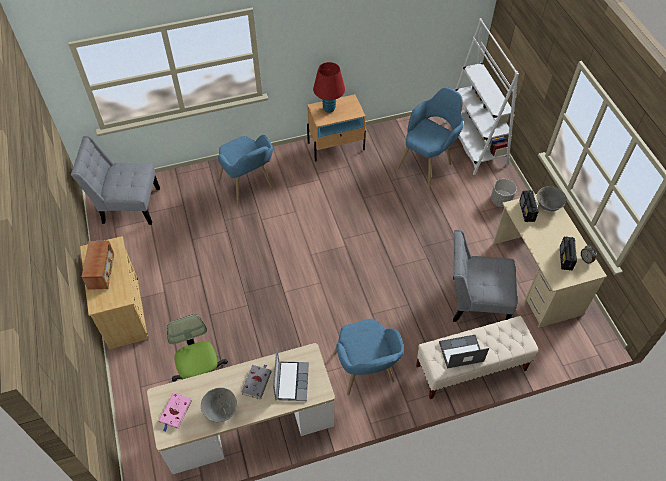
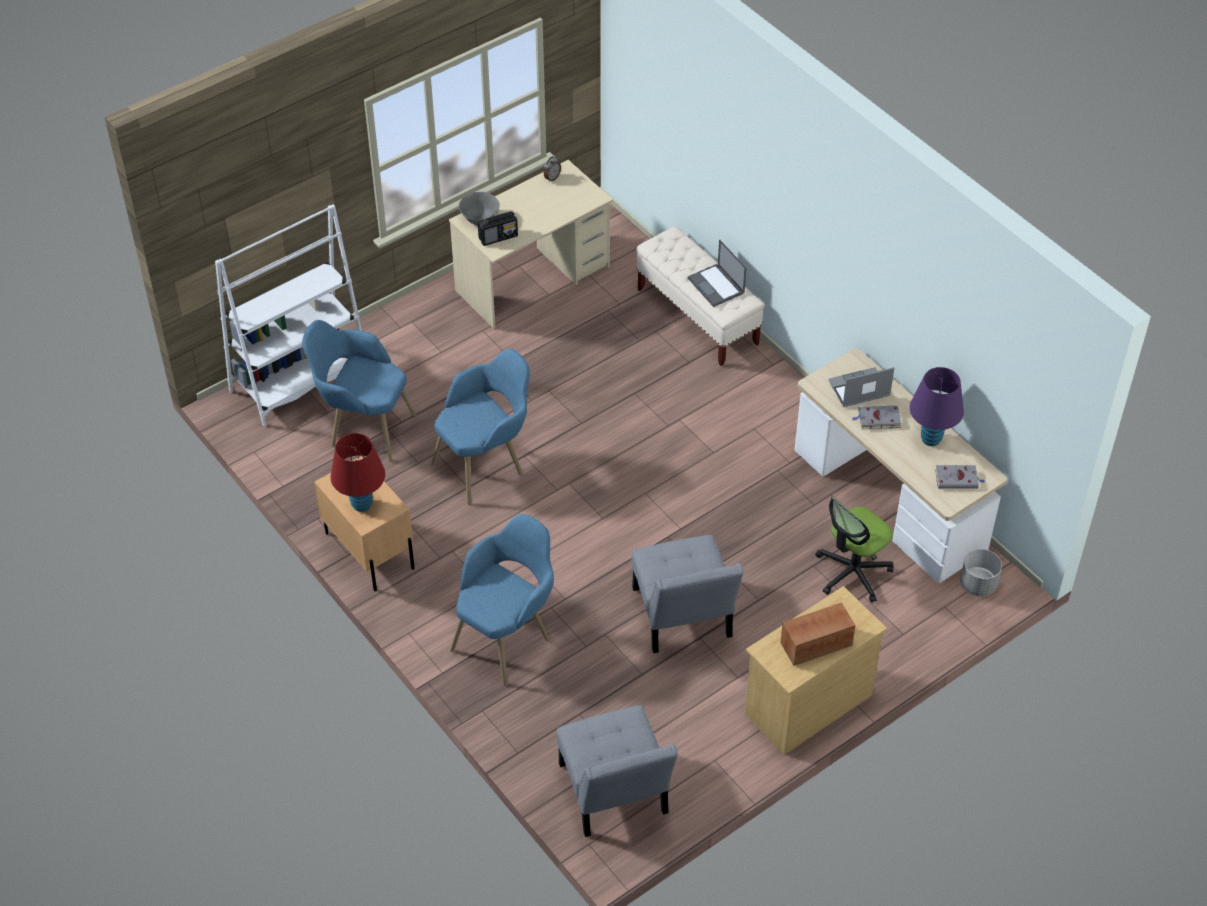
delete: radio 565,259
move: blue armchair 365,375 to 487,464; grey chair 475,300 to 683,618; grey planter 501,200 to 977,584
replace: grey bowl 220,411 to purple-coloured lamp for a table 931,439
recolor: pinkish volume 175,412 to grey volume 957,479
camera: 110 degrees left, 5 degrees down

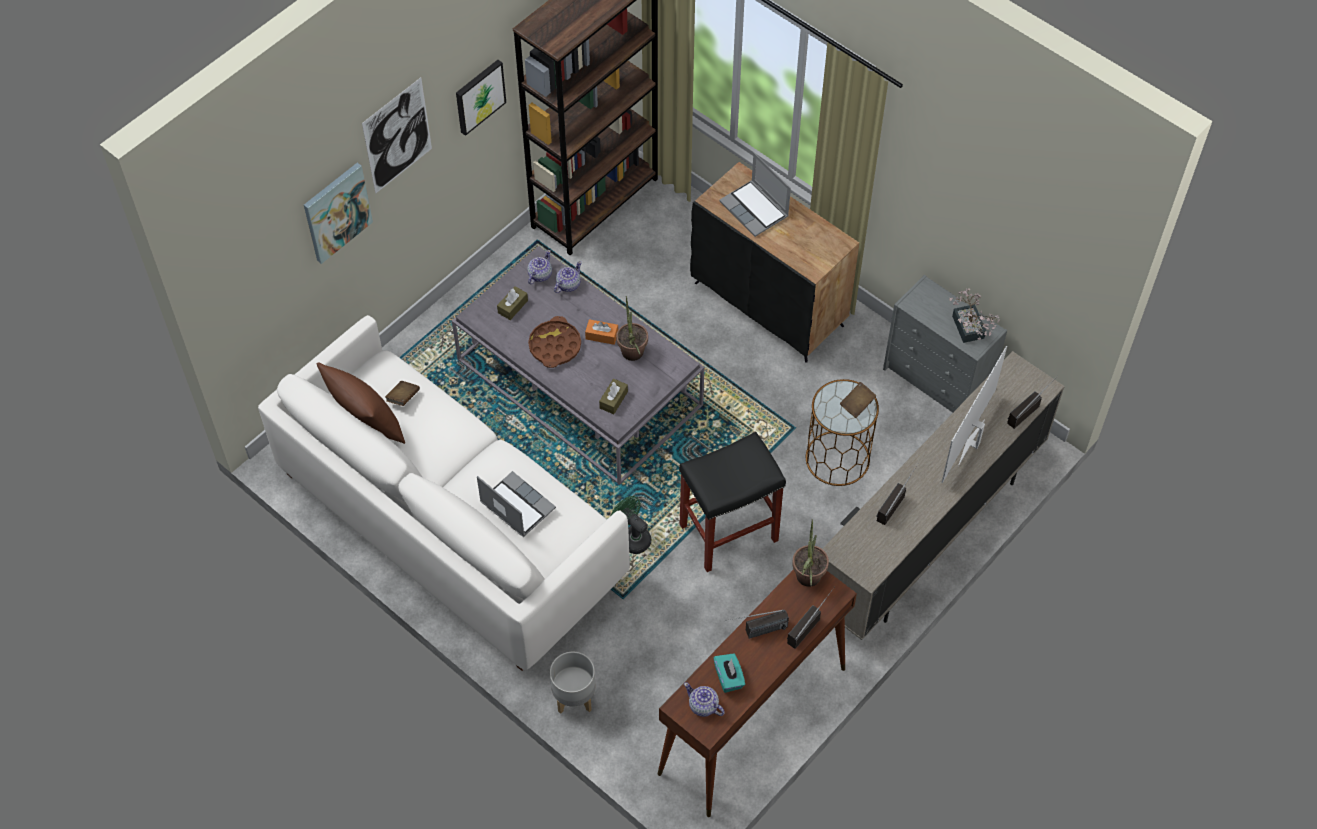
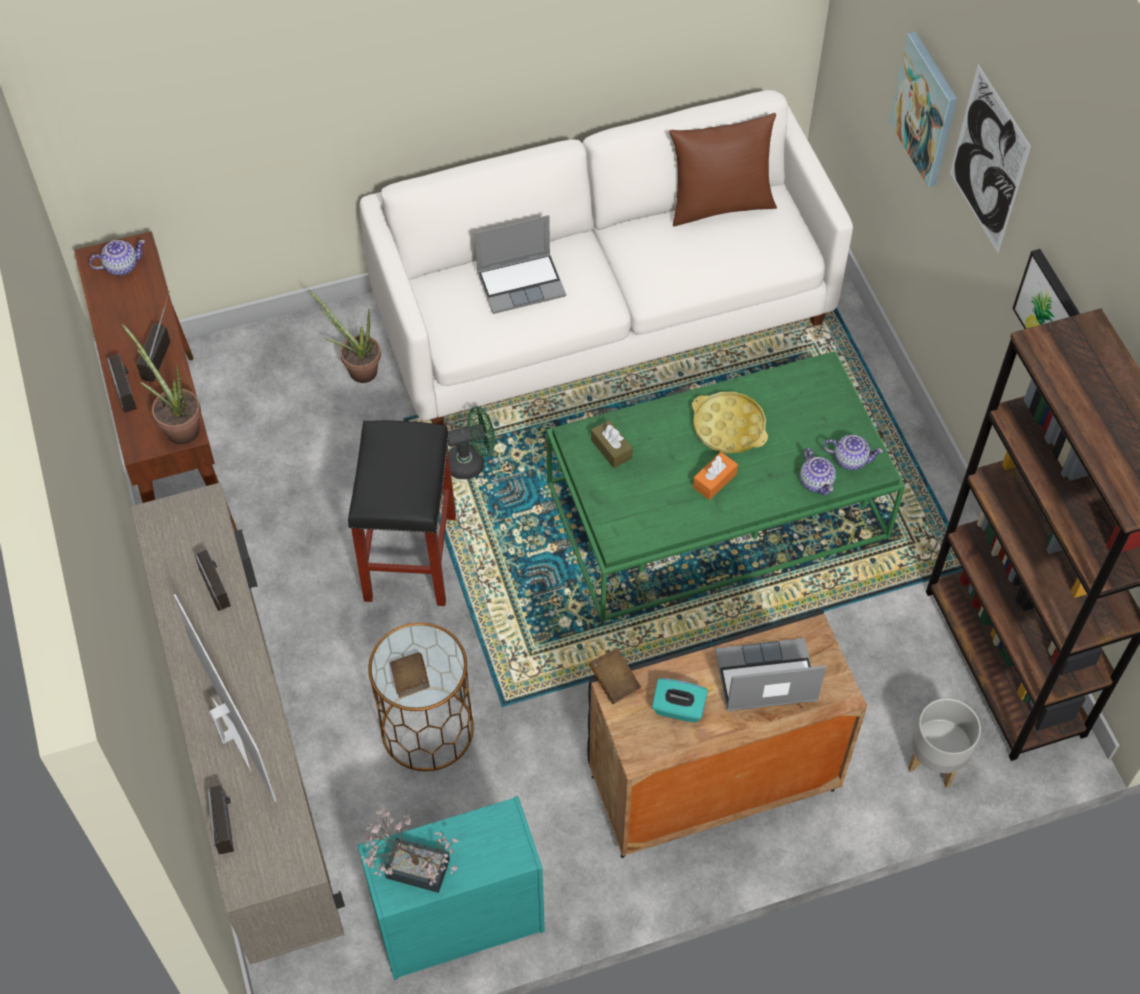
delete: brownish tissue box 513,307
move: brownish volume 403,398 to 614,682; grey planter 573,697 to 935,760; plant in a pot 632,356 to 357,369; turquoise-coloured tissue box 729,678 to 678,709
recolor: grey coffee table 578,382 to green coffee table 718,509; brownish serving tray 555,346 to yellow-coloured serving tray 728,427; grey chest of drawers 937,382 to turquoise-coloured chest of drawers 457,922
rotate: tea pot 539,275 = 850,459 45 degrees counterclockwise
camera: 120 degrees right, 0 degrees up

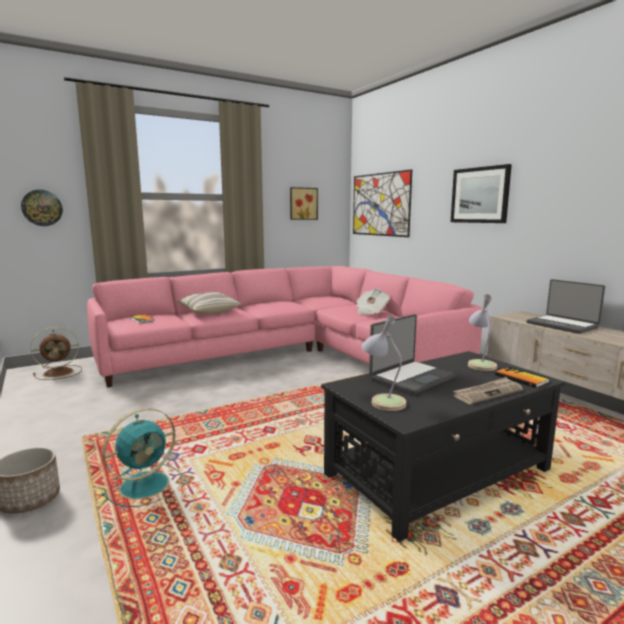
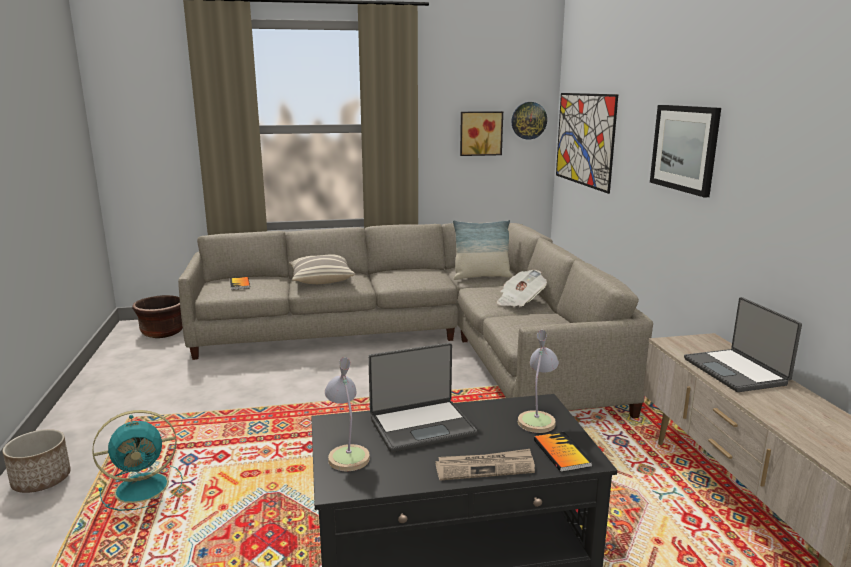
insert: pillow 481,277
move: clock on the wall 42,208 to 528,120
replace: brownish cooling fan 60,372 to brownish planter 162,332
recolor: pinkish sofa 290,354 to grey sofa 422,342
camera: 20 degrees right, 5 degrees up

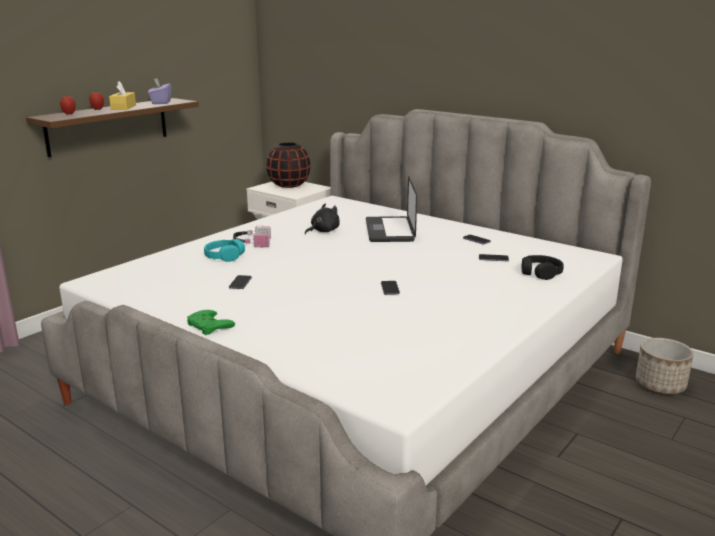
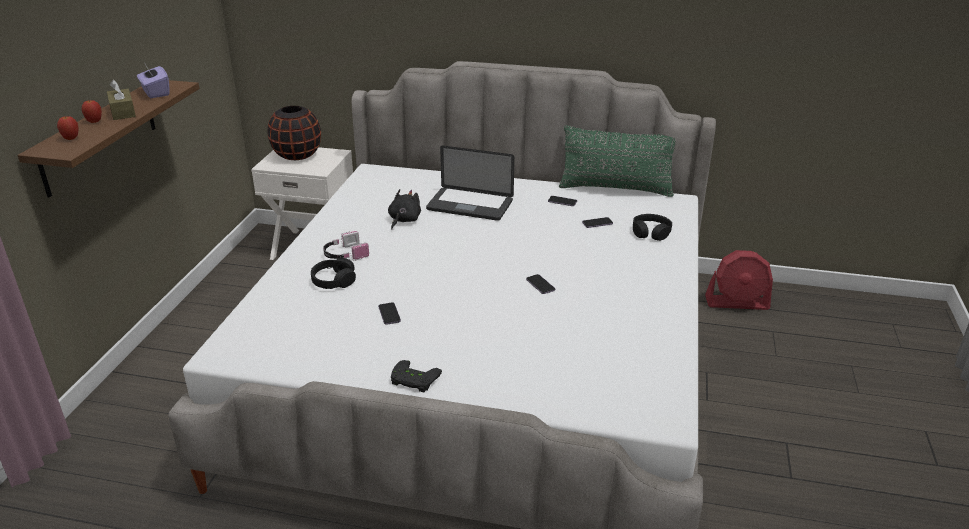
insert: green pillow 615,189
replace: planter 660,384 to reddish cooling fan 737,303
recolor: yellow-coloured tissue box 123,107 to brownish tissue box 123,112; green joypad 207,326 to blackish joypad 413,380; turquoise-coloured headphones 224,256 to blackish headphones 333,280
rotate: notebook computer 389,230 = 470,205 45 degrees counterclockwise
camera: 25 degrees left, 10 degrees up

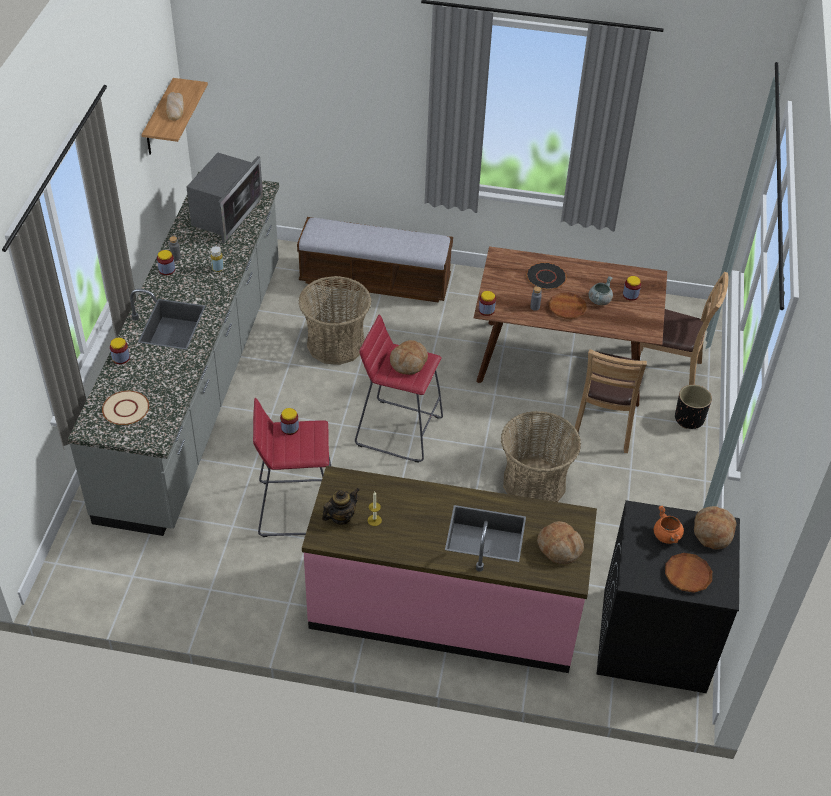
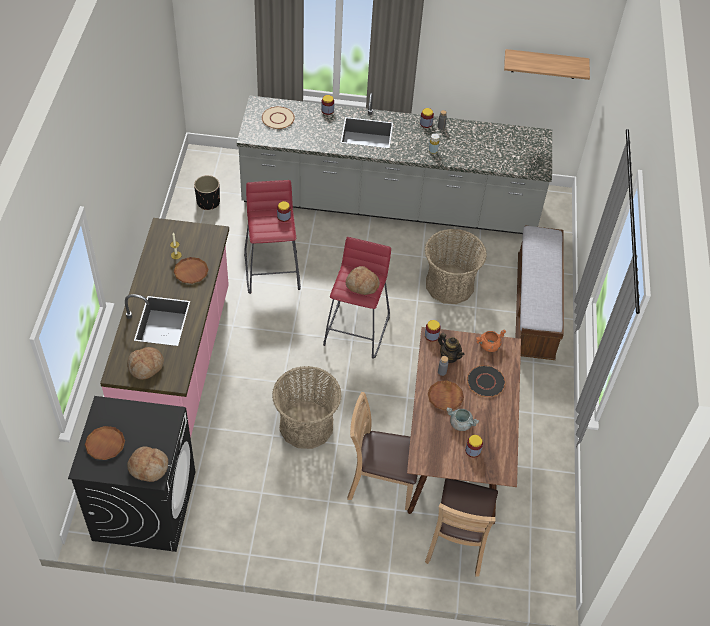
delete: bread 175,108; kitchen microwave 226,213
insert: brownish dinner plate 191,272
move: tea pot 341,517 to 449,356; orangey stockpot 667,536 to 489,346; blackish planter 689,419 to 208,202
camera: 85 degrees right, 5 degrees up

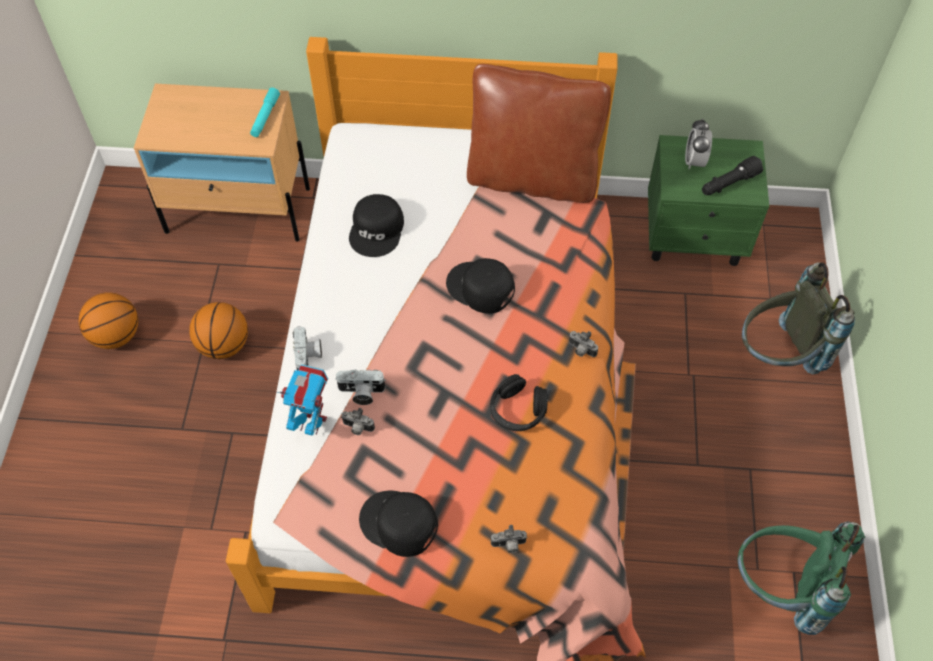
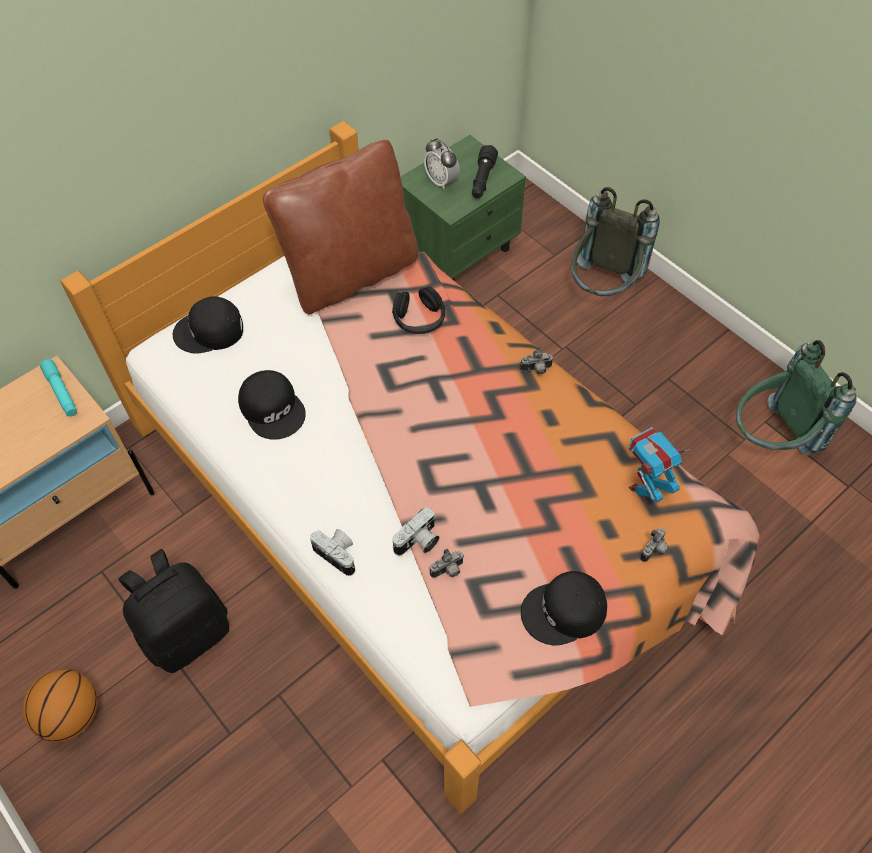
move: toy robot 312,423 to 645,490; blackish baseball cap 480,288 to 209,331; blackish headphones 517,410 to 419,319
replace: basketball 224,345 to blackish rucksack 187,632
camera: 45 degrees left, 0 degrees up

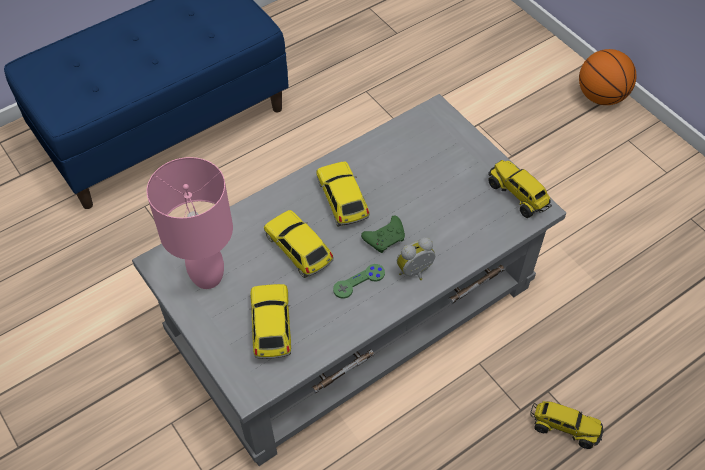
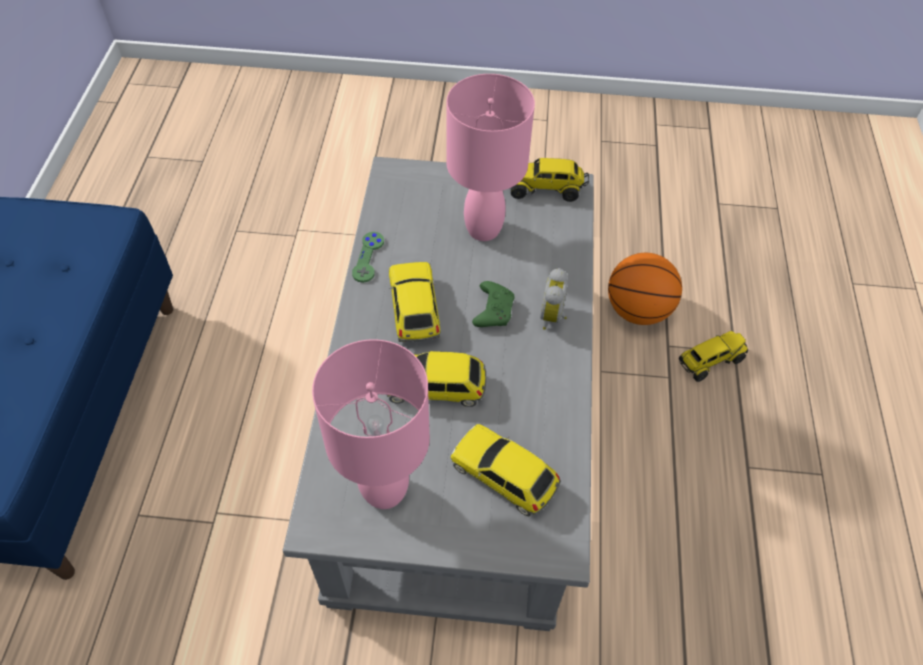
insert: pinkish lamp for a table 484,228
move: green joypad 359,282 to 368,258; basketball 601,96 to 637,310
rotate: miniature car 343,200 = 414,310 60 degrees clockwise
camera: 50 degrees left, 0 degrees up

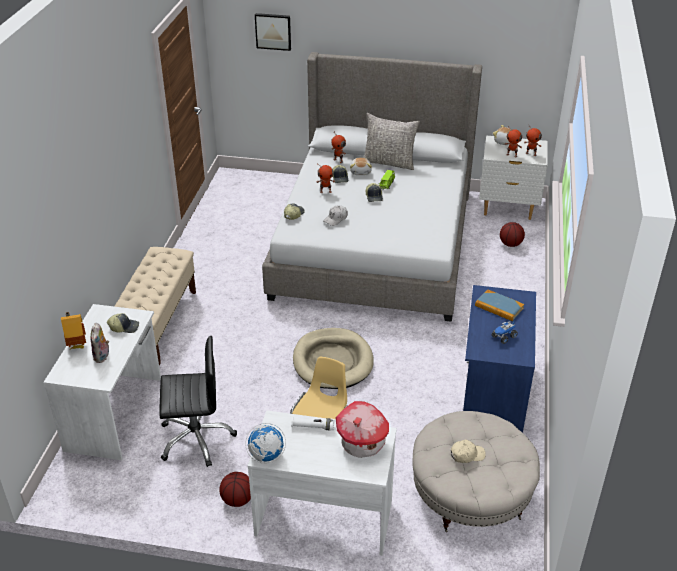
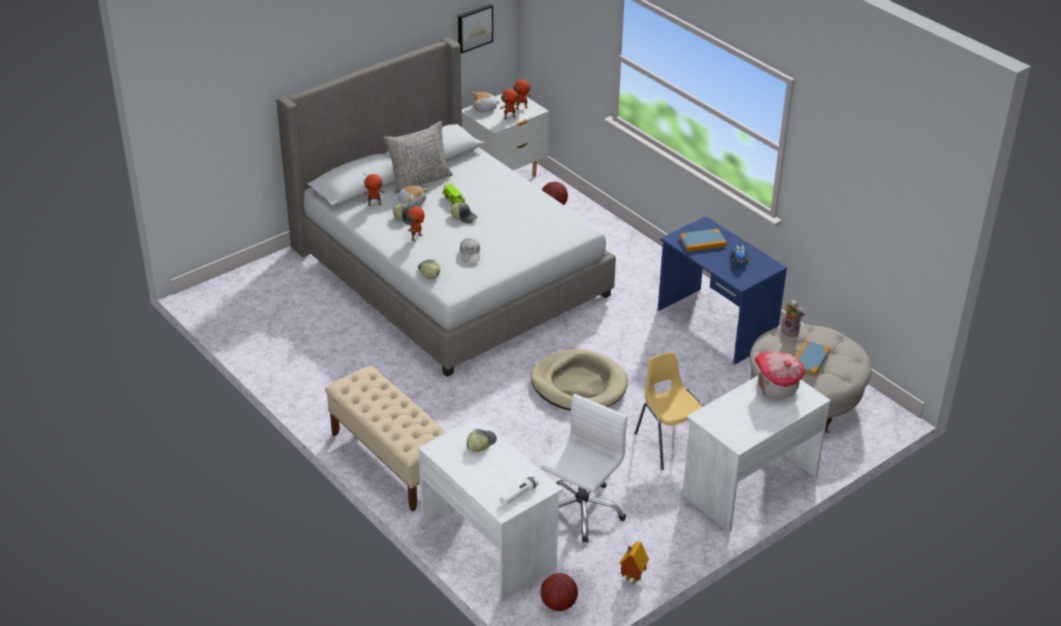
delete: world globe 266,456
move: toy house 77,346 to 631,578; soft toy 102,357 to 791,331; basketball 238,500 to 558,604; wall picture 273,31 to 474,27; whitish torch 313,427 to 518,495
replace: beige baseball cap 467,455 to volume 809,360
recolor: blackish office chair 196,438 to whitish office chair 581,510
camera: 50 degrees left, 0 degrees up

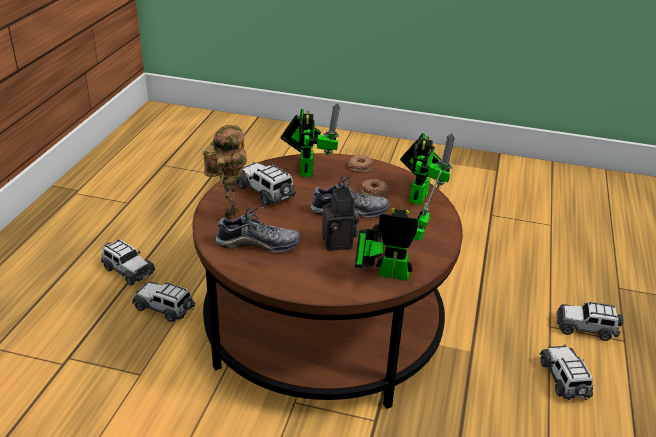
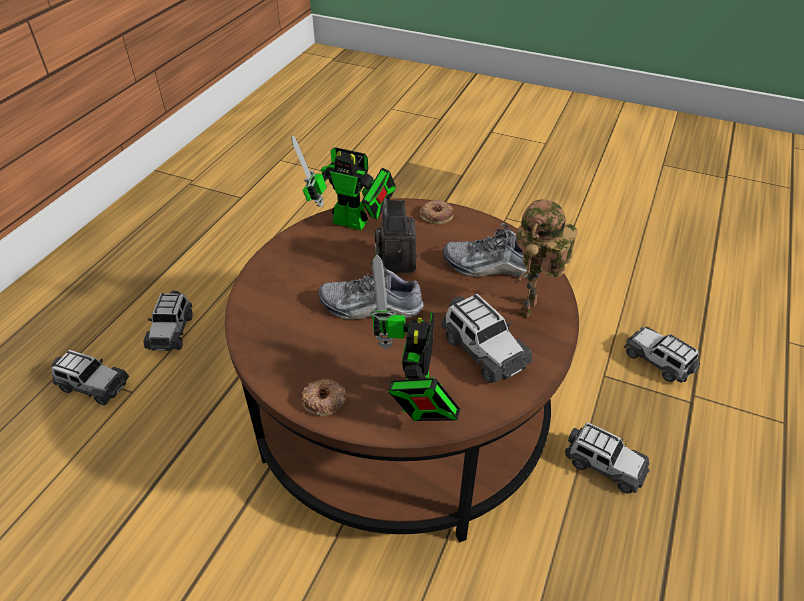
delete: toy robot 420,195
move: miniature car 127,270 to 658,361; doughnut 374,191 to 436,215
camera: 170 degrees left, 10 degrees up

